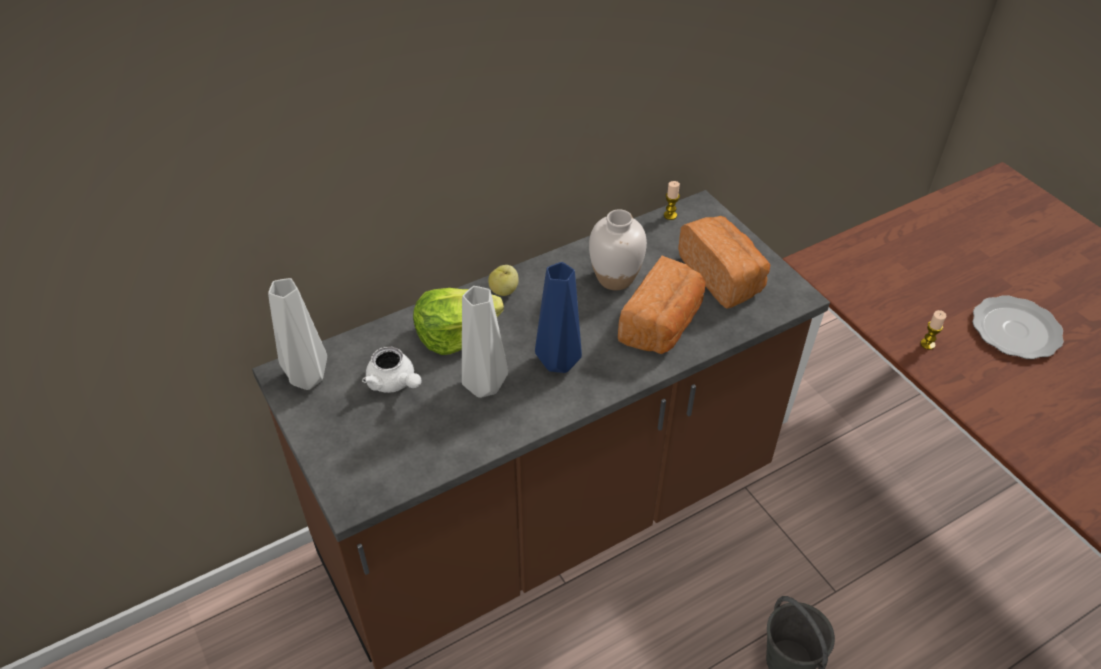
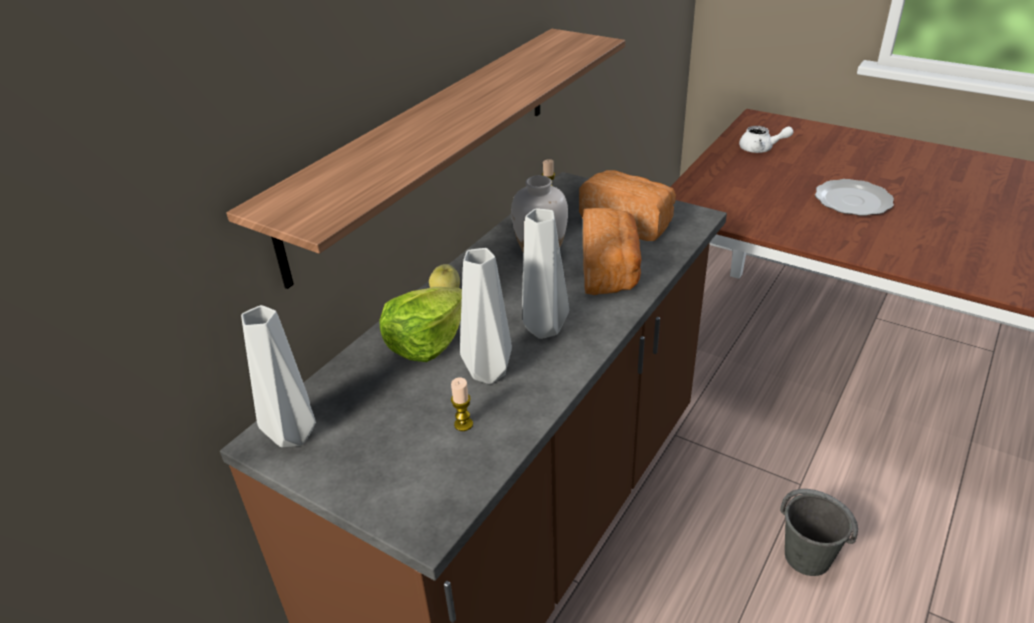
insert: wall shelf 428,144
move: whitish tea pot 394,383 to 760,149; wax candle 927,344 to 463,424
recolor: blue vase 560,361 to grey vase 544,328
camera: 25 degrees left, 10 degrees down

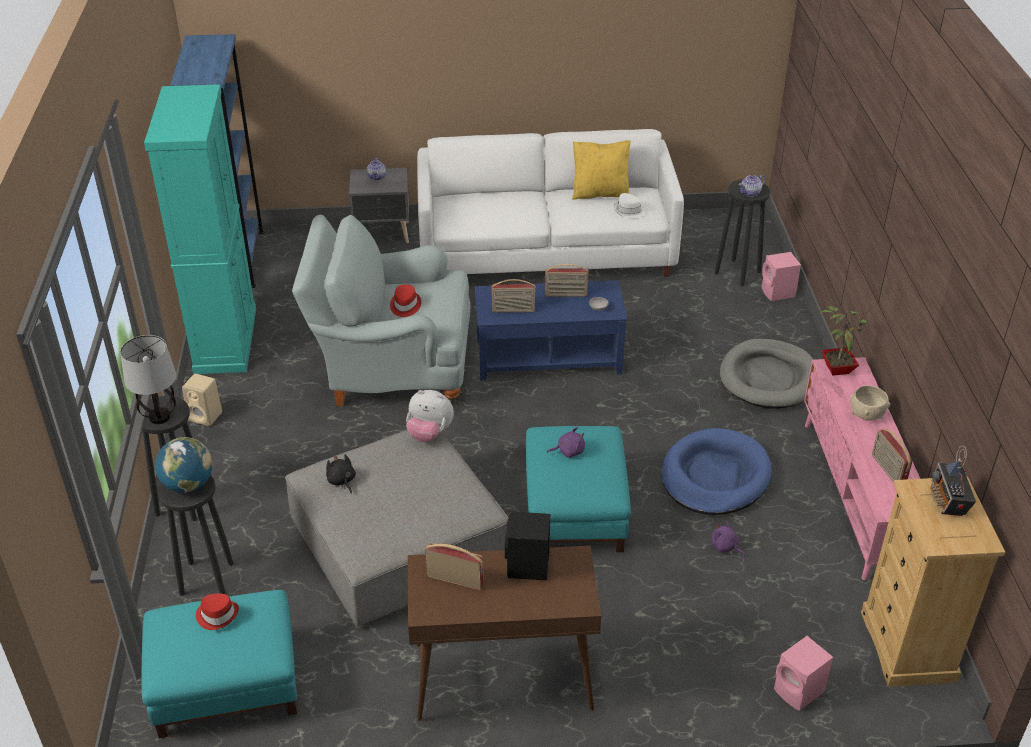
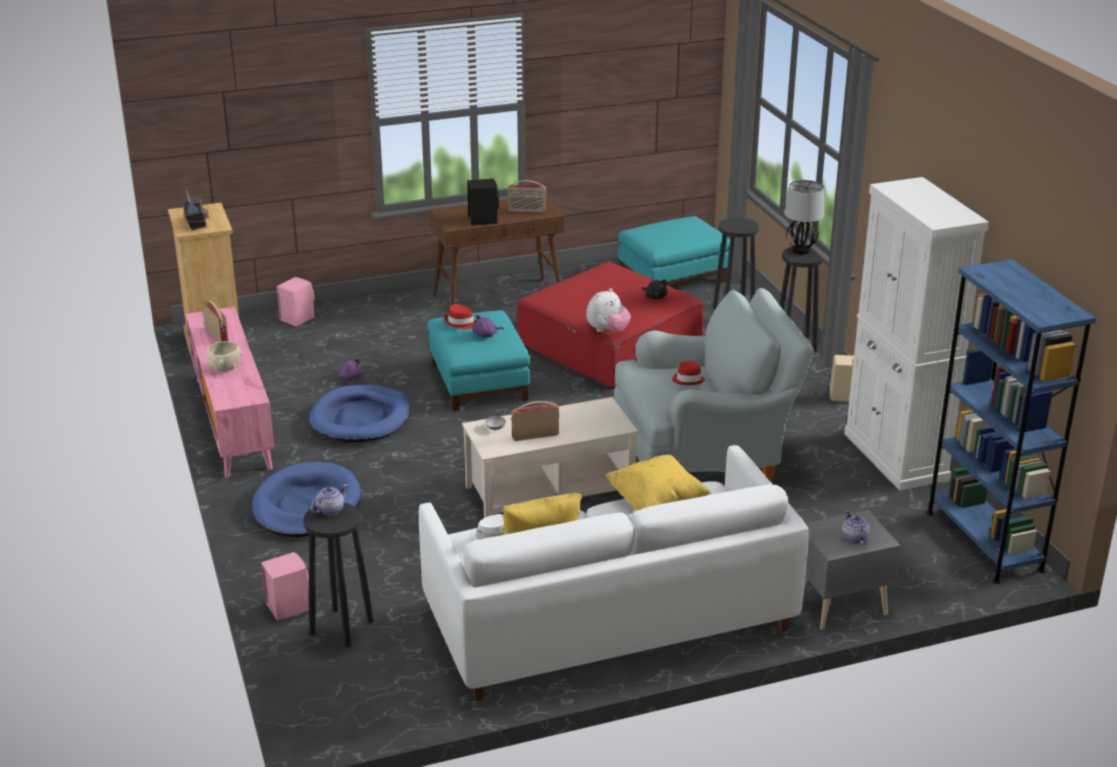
delete: world globe 188,484; radio 513,310; plant in a pot 836,368
insert: yellow-coloured pillow 657,503
move: reddish clothing hat 217,615 to 461,323
recolor: turquoise-coloured cabinet 226,340 to whitish cabinet 895,456; grey pouffe 398,543 to reddish pouffe 609,346; blue coffee table 548,356 to beige coffee table 549,491; grey pet bed 768,378 to blue pet bed 306,505
rotate: soft toy 429,433 = 607,331 135 degrees clockwise
camera: 165 degrees right, 10 degrees down

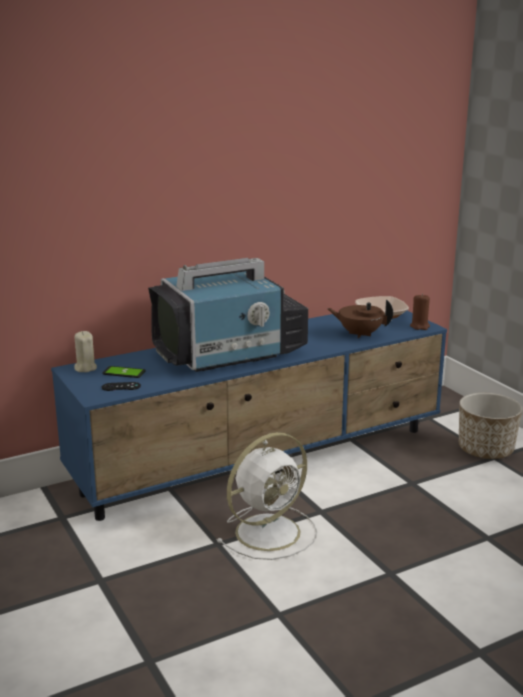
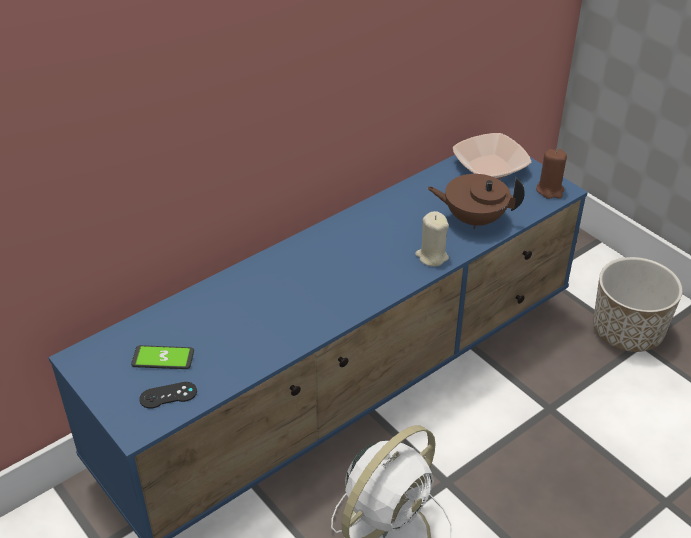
delete: TV 231,354
move: beige wax candle 85,368 to 431,256
camera: 10 degrees left, 20 degrees up

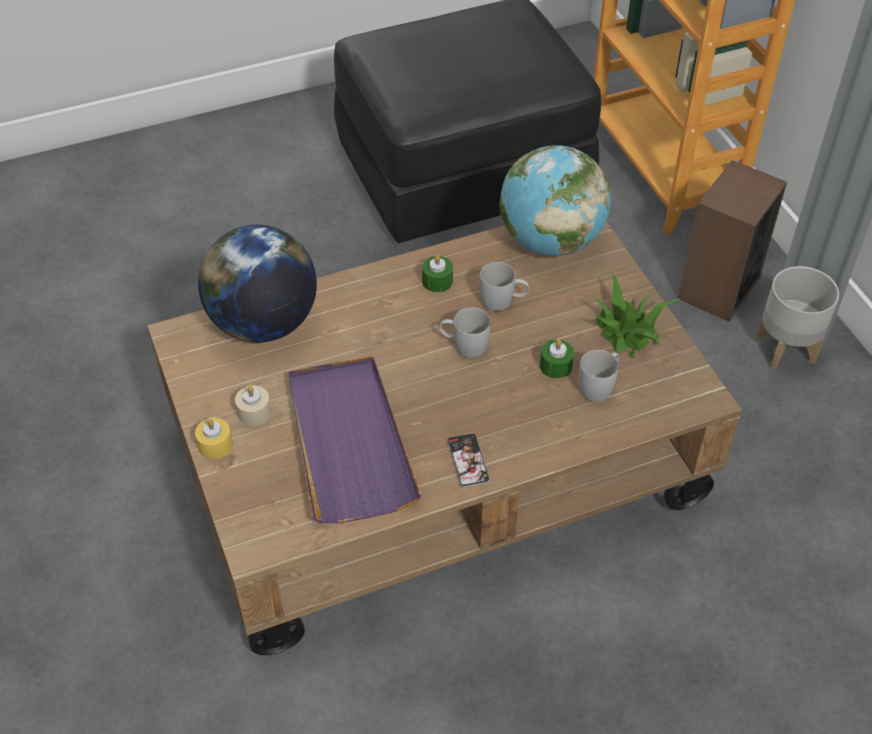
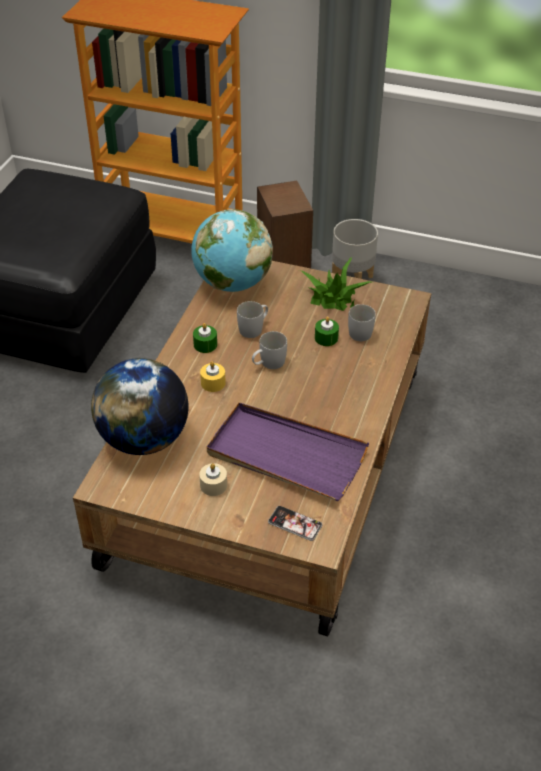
move: yellow-coloured wax candle 215,445 to 213,383; telephone 468,461 to 295,524
camera: 50 degrees left, 5 degrees down

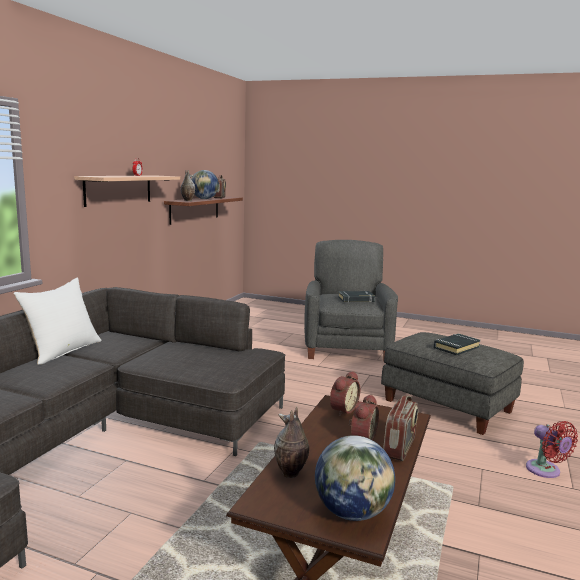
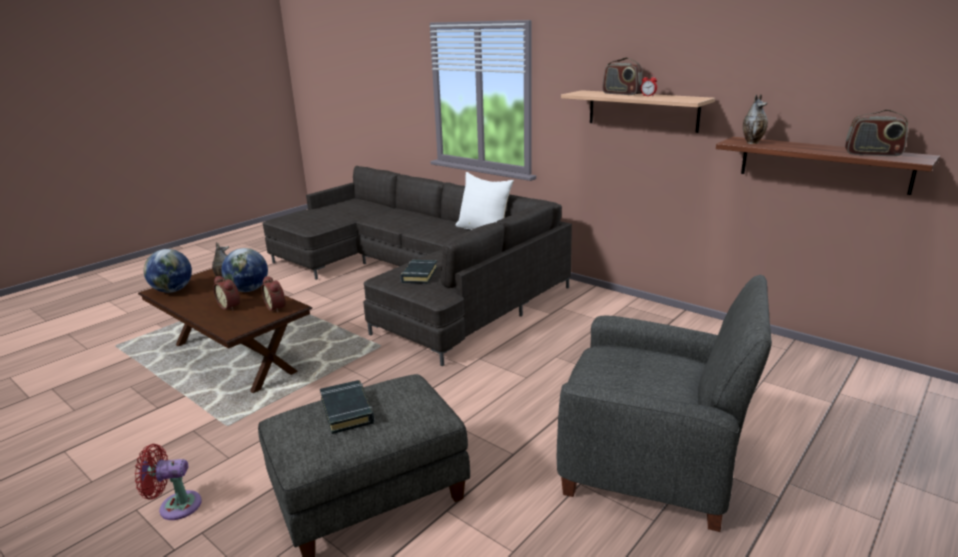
move: world globe 204,199 to 248,290; blackish volume 356,299 to 419,275; radio 400,448 to 621,93
camera: 110 degrees right, 10 degrees up

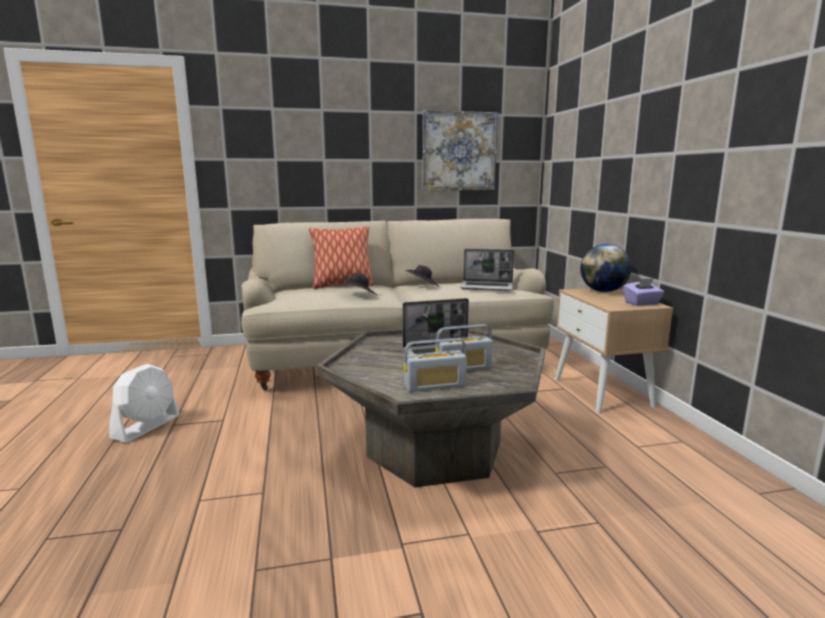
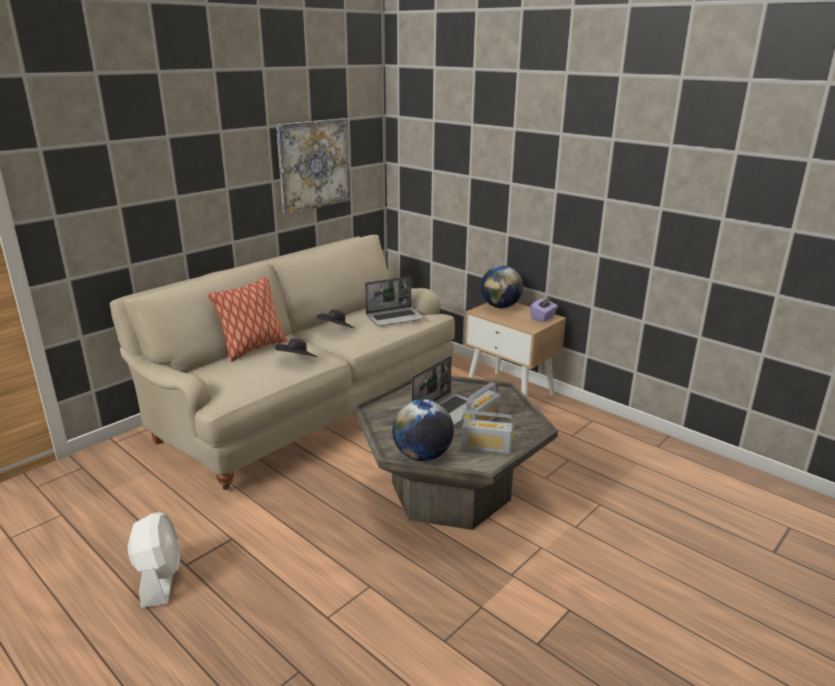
insert: world globe 422,456
rotate: radio 435,386 = 486,448 60 degrees clockwise
camera: 35 degrees left, 10 degrees up

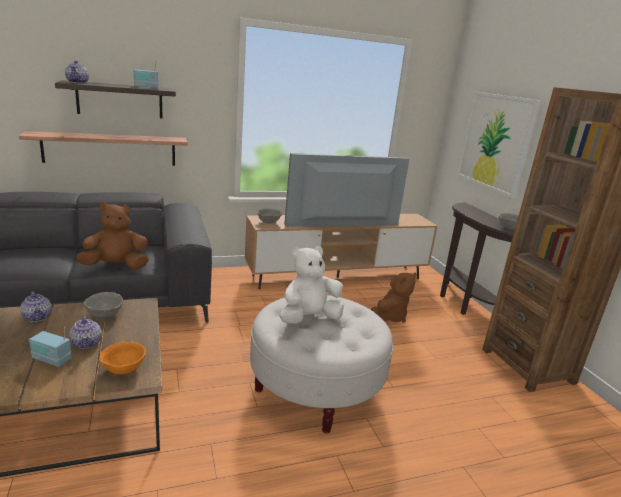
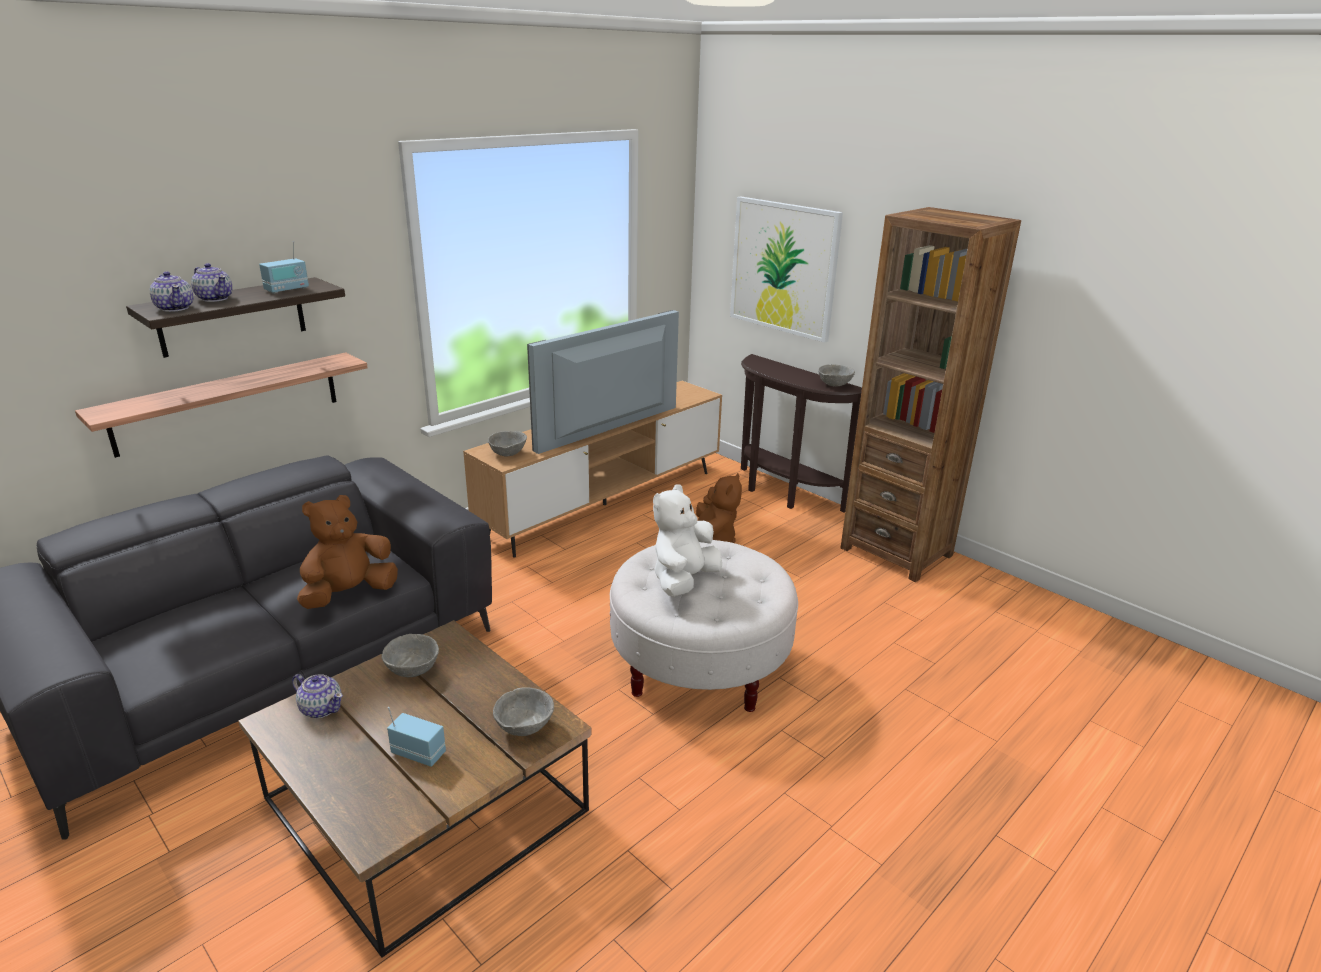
move: tea pot 87,343 to 215,298
recolor: orangey bowl 124,369 to grey bowl 525,727
rotate: radio 51,360 = 419,753 150 degrees counterclockwise
camera: 25 degrees left, 5 degrees up

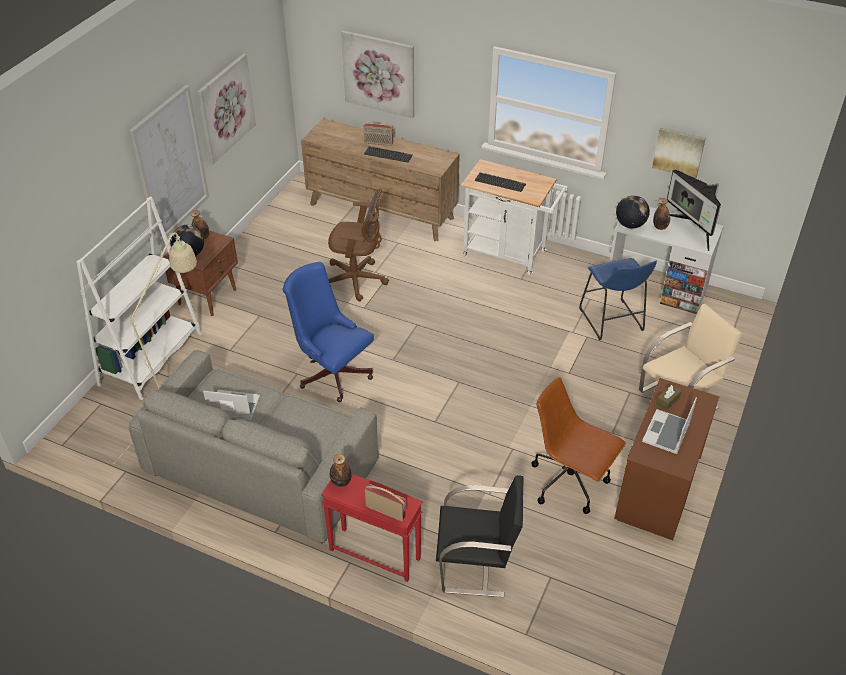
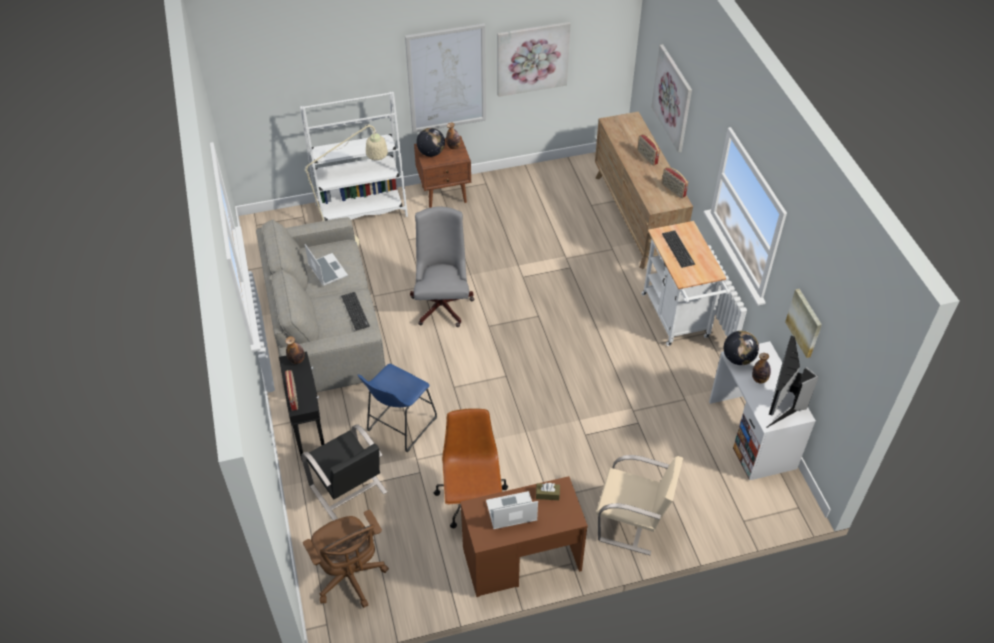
insert: radio 673,190
move: brownish office chair 357,280 to 350,578; keyboard 388,155 to 355,311; blue stool 612,322 to 399,426
recolor: blue office chair 332,372 to grey office chair 442,302; reddish accent table 374,553 to blackish accent table 309,429
camera: 50 degrees right, 5 degrees up

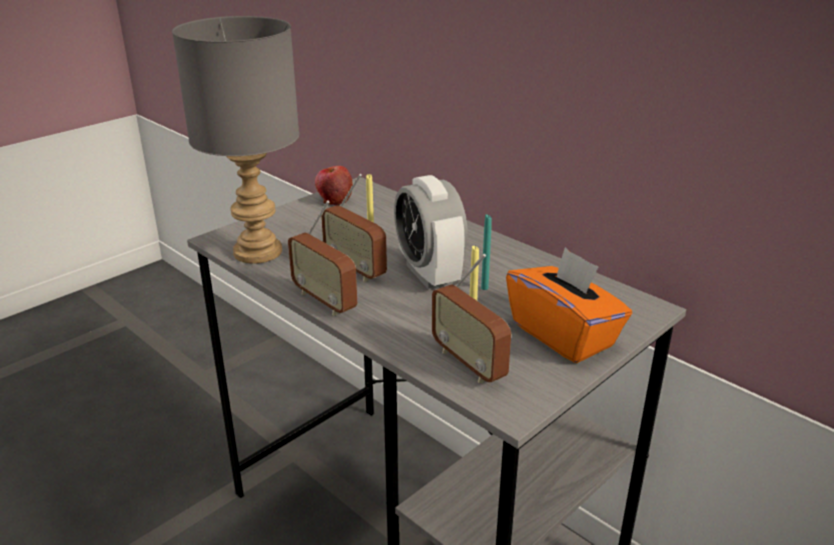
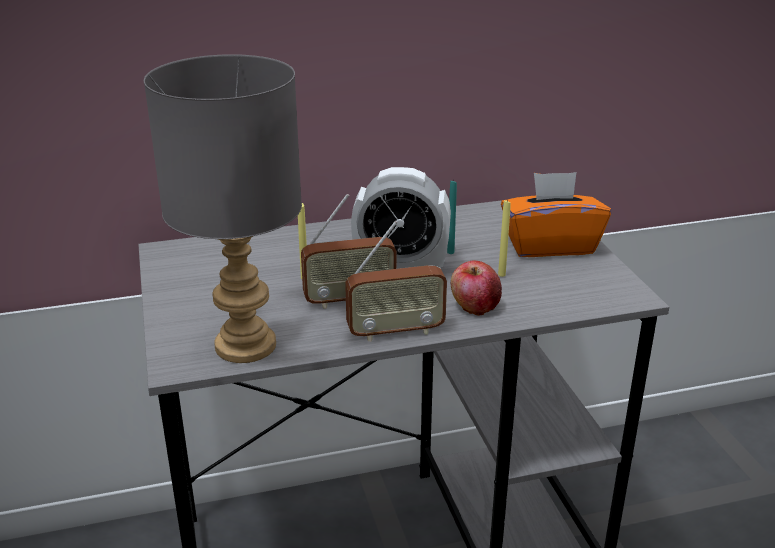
delete: radio 469,363
move: apple fruit 334,199 to 474,306
camera: 60 degrees left, 0 degrees up

